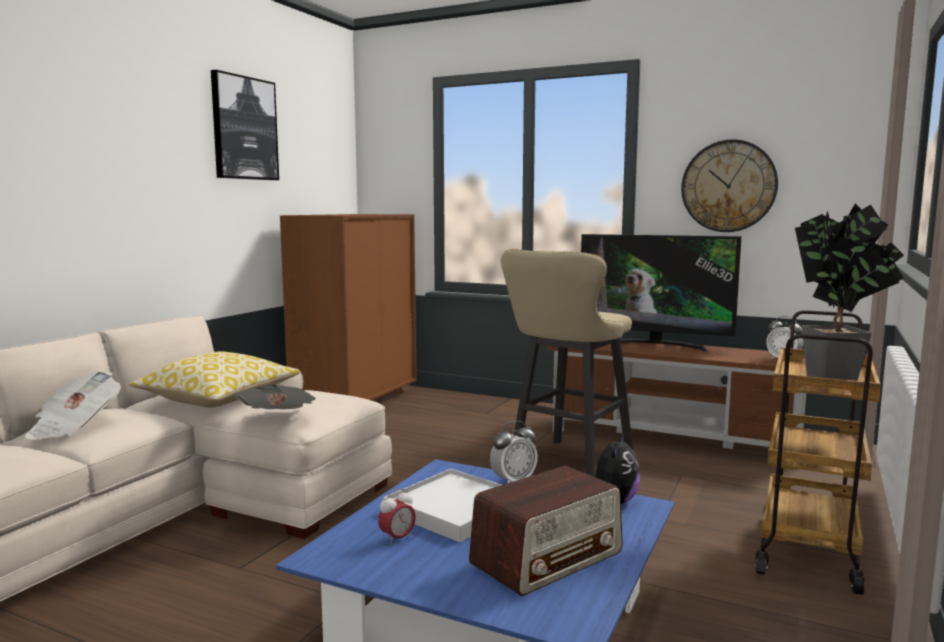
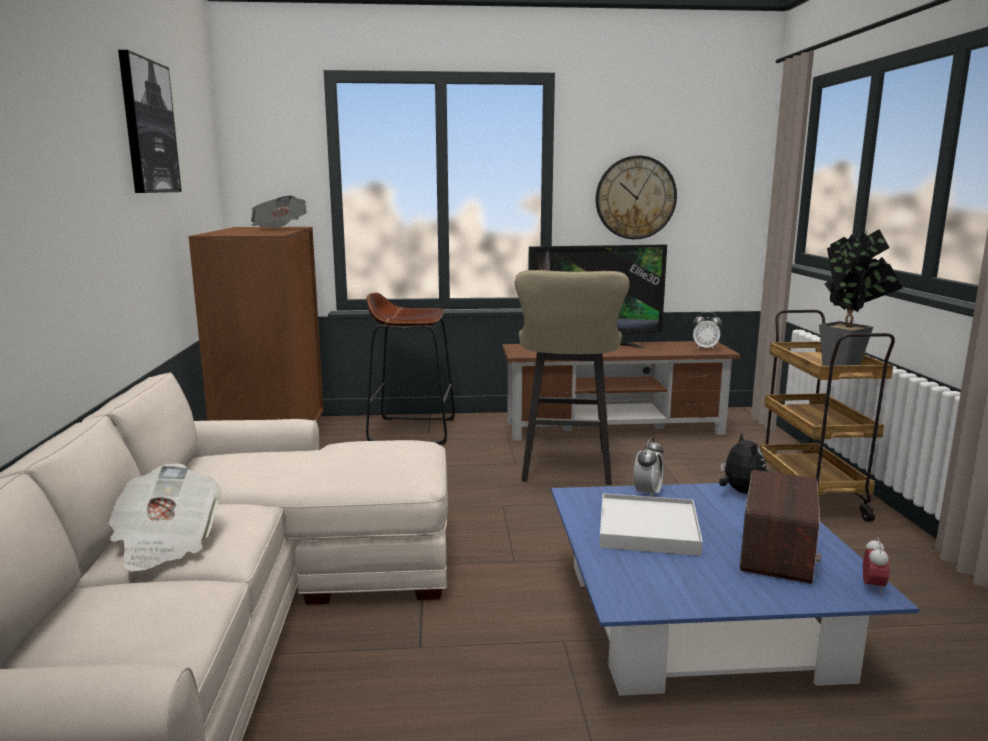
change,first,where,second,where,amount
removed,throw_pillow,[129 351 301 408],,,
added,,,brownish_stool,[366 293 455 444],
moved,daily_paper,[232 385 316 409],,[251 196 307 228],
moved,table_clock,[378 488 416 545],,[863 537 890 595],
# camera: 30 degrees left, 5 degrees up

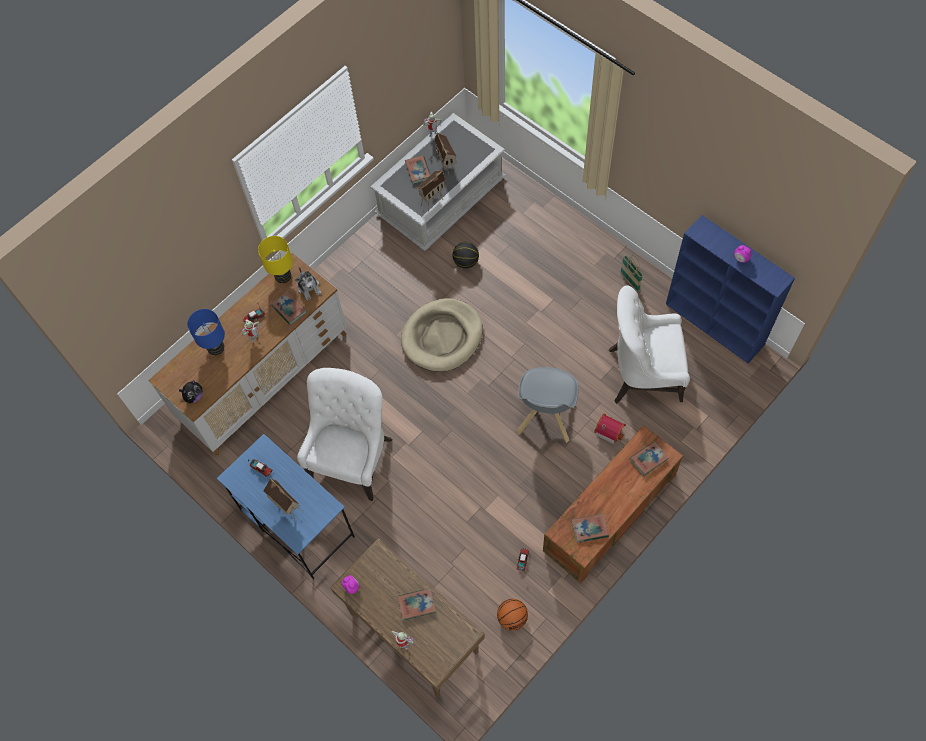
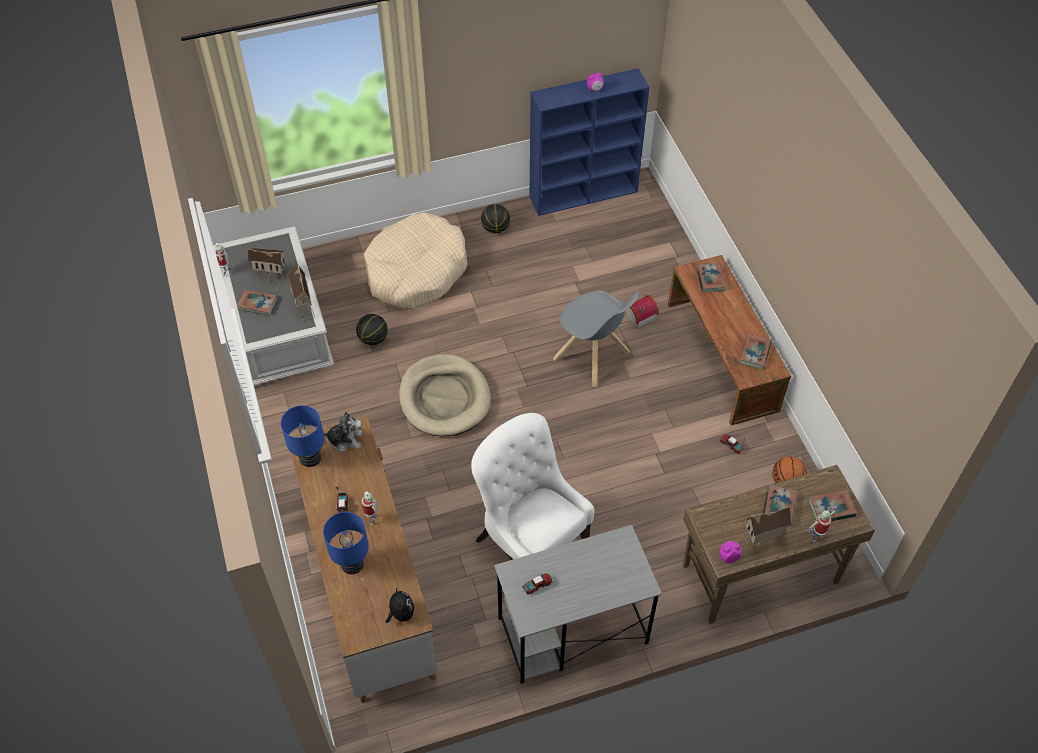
change,first,where,second,where,amount
removed,white-coloured_upright_chair,[609 285 690 404],,,
added,,,beige-coloured_dog_cushion,[364 213 468 310],
moved,miniature_house,[263 478 302 521],,[746 506 792 553],
moved,book,[271 291 307 325],,[808 489 856 521],
replaced,basket,[620 255 643 292],basketball,[481 204 510 233],
recoloured,bluish_desk,[217 434 355 579],grey_desk,[494 525 662 684],
recoloured,yellow-coloured_lamp_for_a_table,[258 236 293 283],bluish_lamp_for_a_table,[281 405 325 467],
# camera: 65 degrees left, 10 degrees down

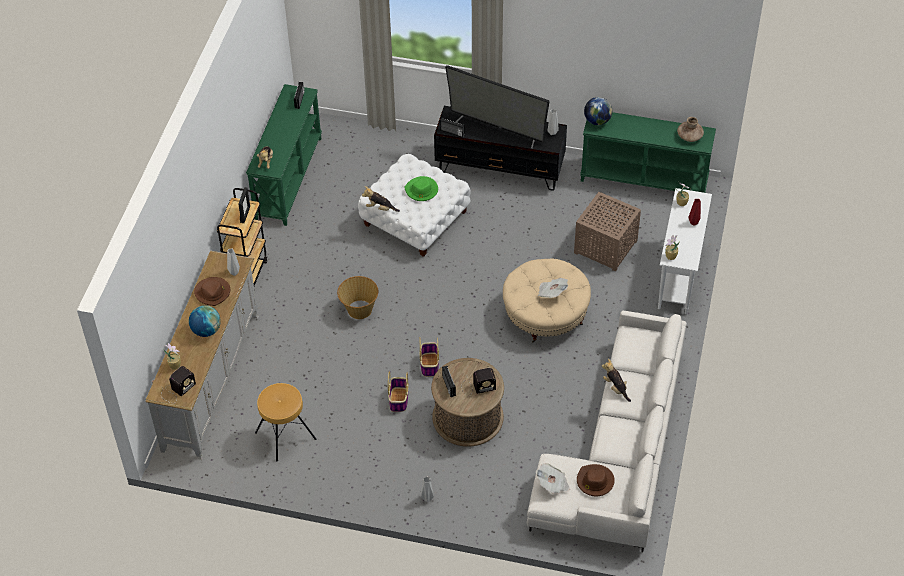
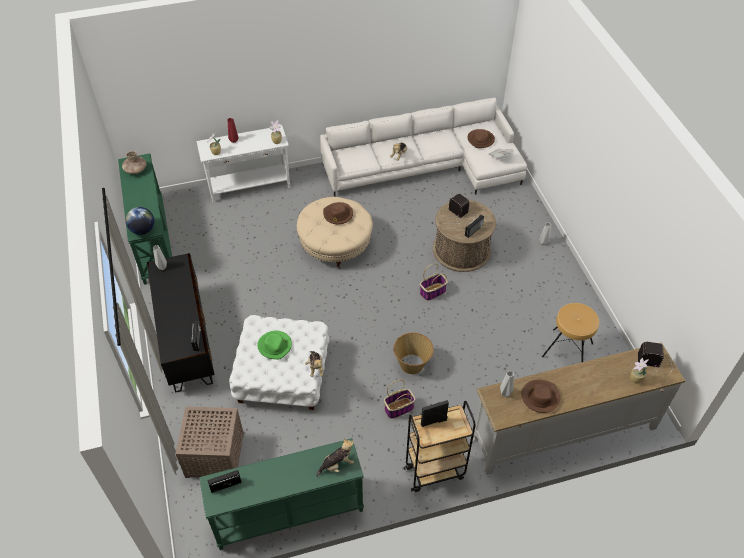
change,first,where,second,where,amount
removed,desk_globe,[189 305 221 337],,,
removed,TV,[445 65 550 149],,,
moved,basket,[388 371 409 412],,[384 380 416 419],
moved,brownish_side_table,[574 192 641 272],,[175 406 244 478],
replaced,daily_paper,[538 278 568 298],brownish_hat,[323 202 353 224],
# camera: 120 degrees left, 0 degrees up

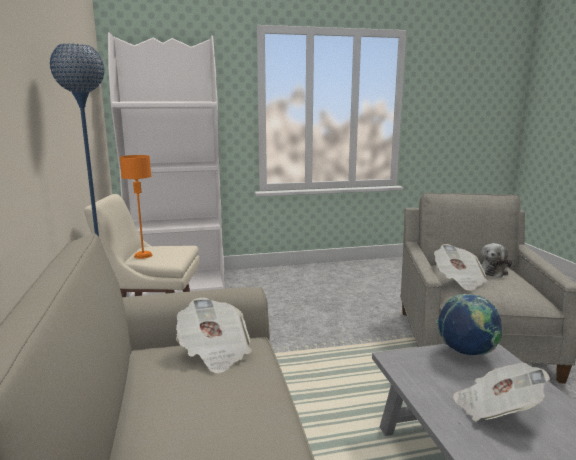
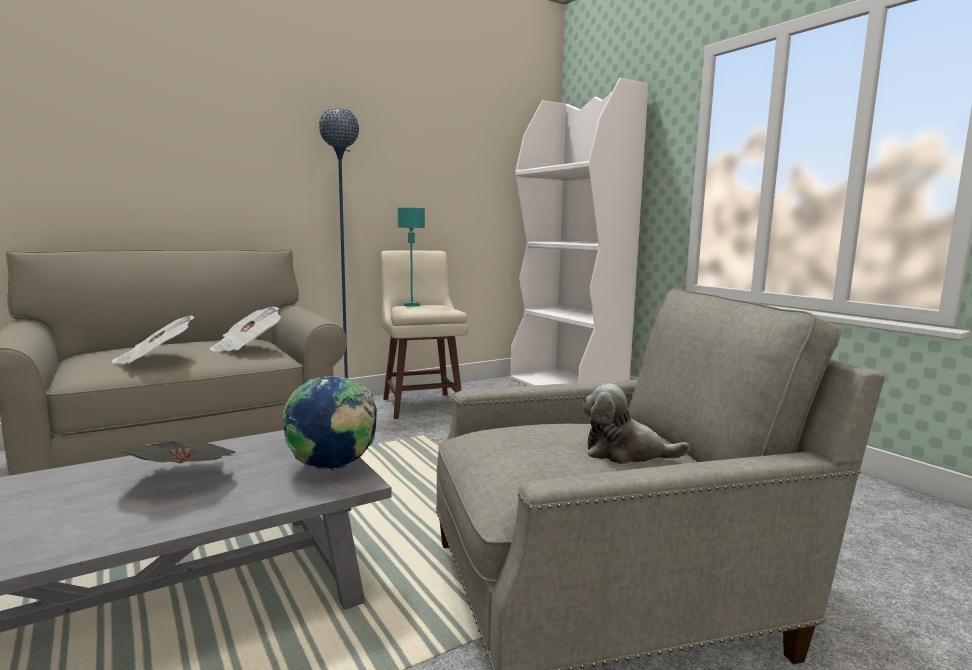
change,first,where,second,where,amount
moved,daily_paper,[434 244 488 291],,[111 315 194 364],
recoloured,orange_lamp_for_a_table,[120 155 152 259],turquoise-coloured_lamp_for_a_table,[397 208 425 307],
# camera: 70 degrees right, 5 degrees down

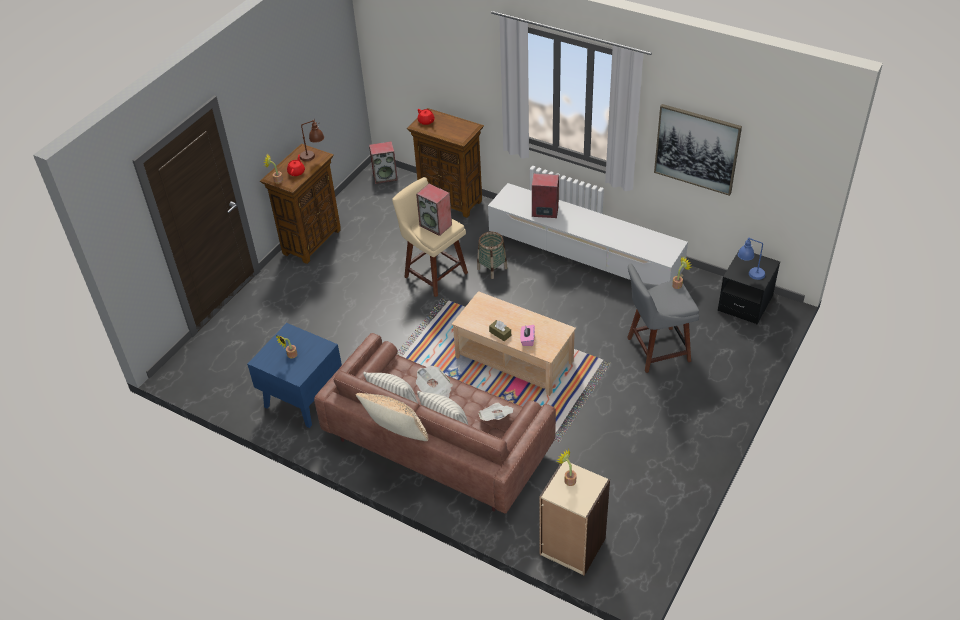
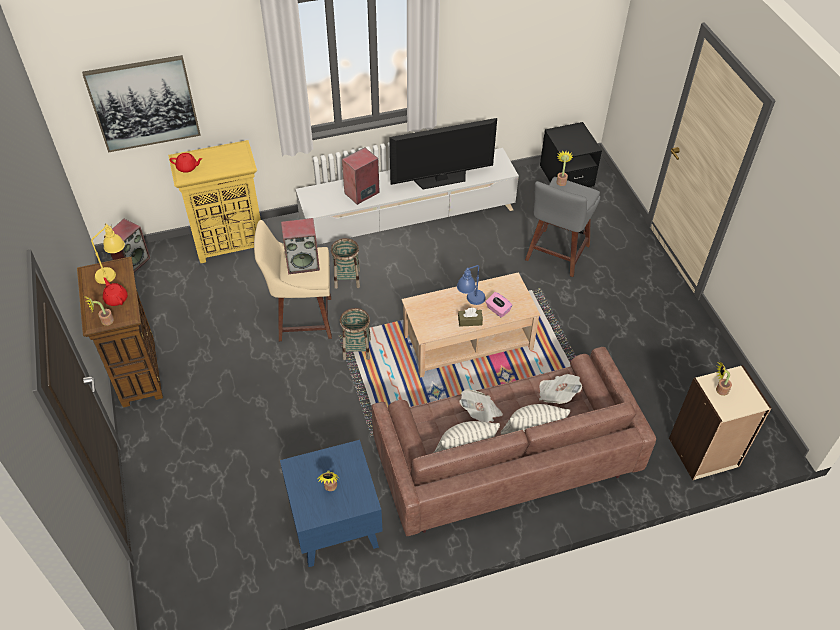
change,first,where,second,where,amount
removed,beige-coloured_throw_pillow,[356 393 428 441],,,
added,,,basket,[340 308 371 360],
added,,,TV,[389 118 497 189],
moved,wall_art,[654 104 742 196],,[82 55 201 153],
moved,bluish_lamp_for_a_table,[738 237 765 280],,[457 265 486 305],
recoloured,brownish_lamp_for_a_table,[300 119 324 161],yellow-coloured_lamp_for_a_table,[91 223 125 284],
recoloured,brownish_cabinet,[407 108 484 218],yellow-coloured_cabinet,[168 140 261 263],
# camera: 50 degrees left, 5 degrees up

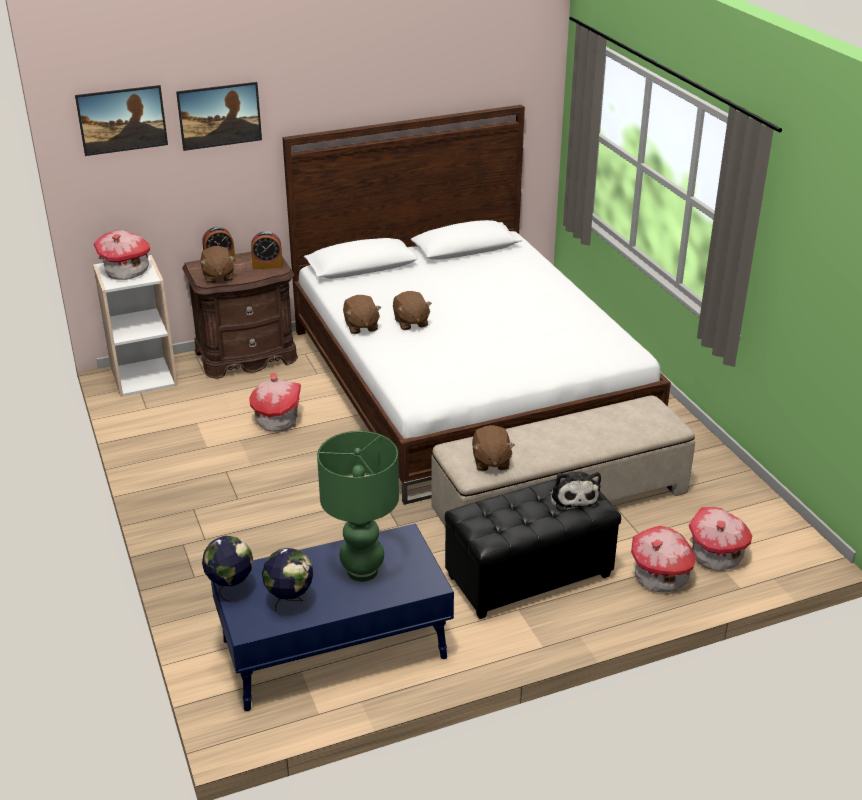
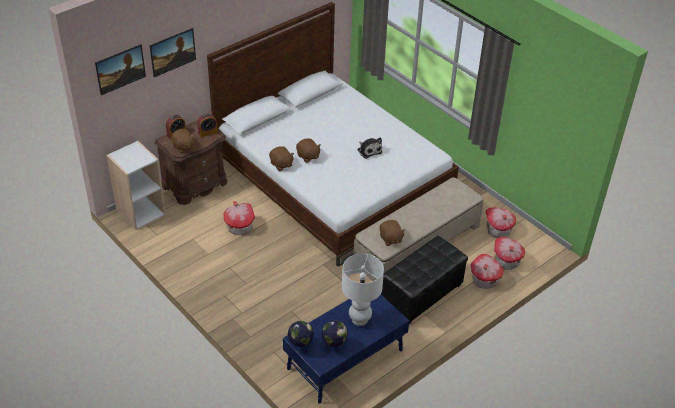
change,first,where,second,where,amount
moved,miniature_house,[93 230 150 280],,[485 207 516 238],
moved,plush_toy,[550 471 601 511],,[357 137 382 159],
recoloured,green-coloured_lamp_for_a_table,[317 431 399 582],white-coloured_lamp_for_a_table,[342 253 384 326],
# camera: 20 degrees left, 10 degrees up

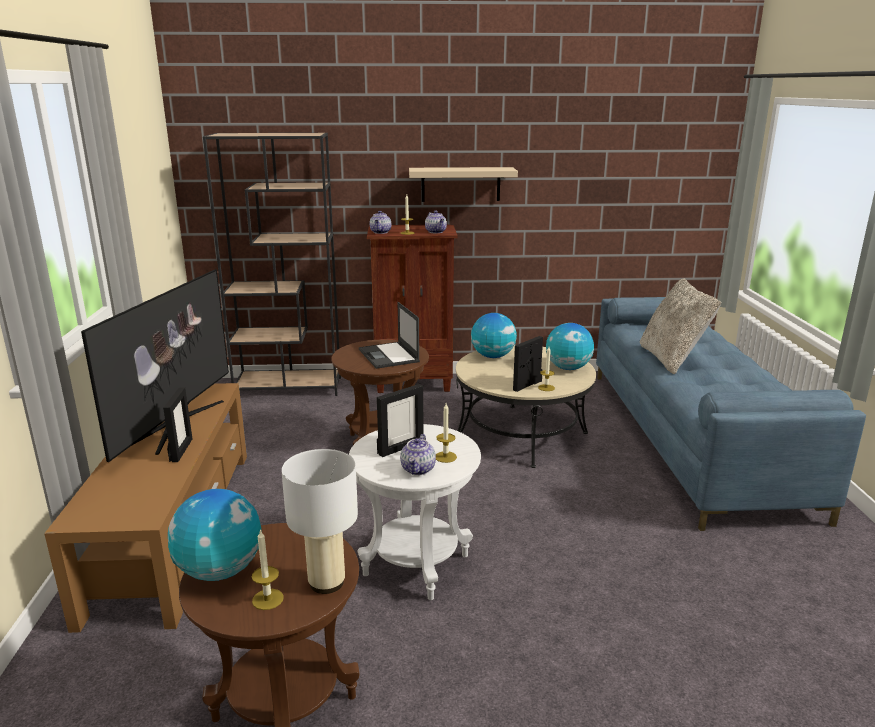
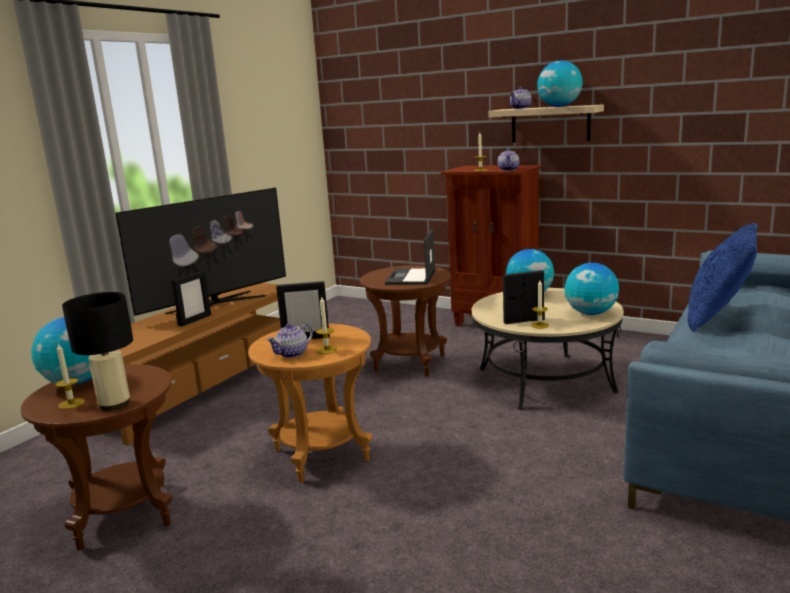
change,first,where,second,where,amount
removed,bookshelf,[203 133 341 396],,,
added,,,desk_globe,[537 61 583 107],
moved,pot_for_tea,[369 211 391 234],,[510 87 532 109],
recoloured,white-coloured_lamp_for_a_table,[282 449 358 594],black_lamp_for_a_table,[62 292 133 411],
recoloured,white-coloured_side_table,[349 424 481 600],brownish_side_table,[248 324 372 482],
recoloured,beige-coloured_throw_pillow,[640 278 721 374],bluish_throw_pillow,[687 223 758 332],
# camera: 35 degrees right, 5 degrees down

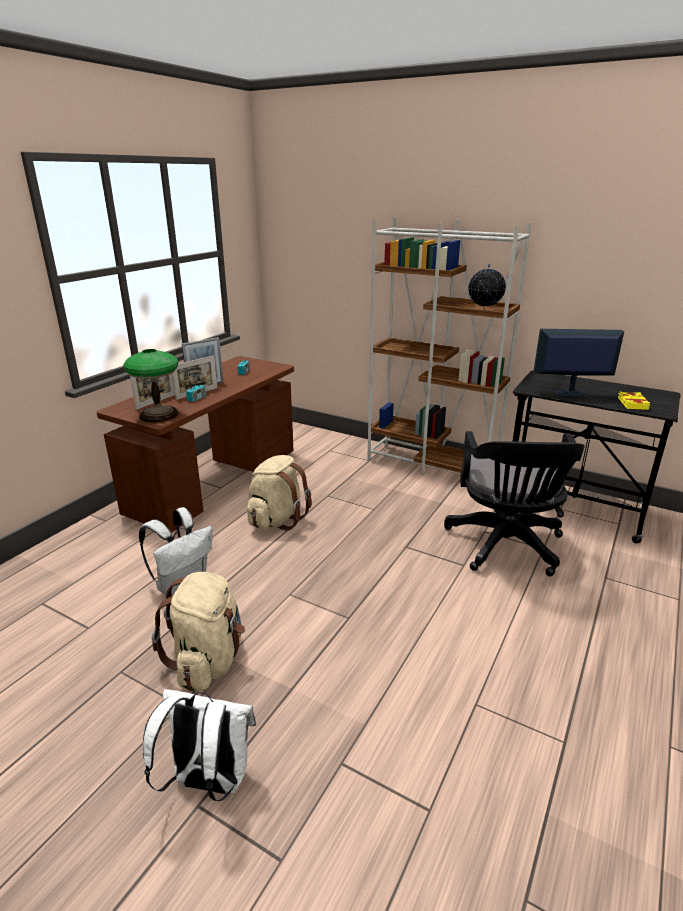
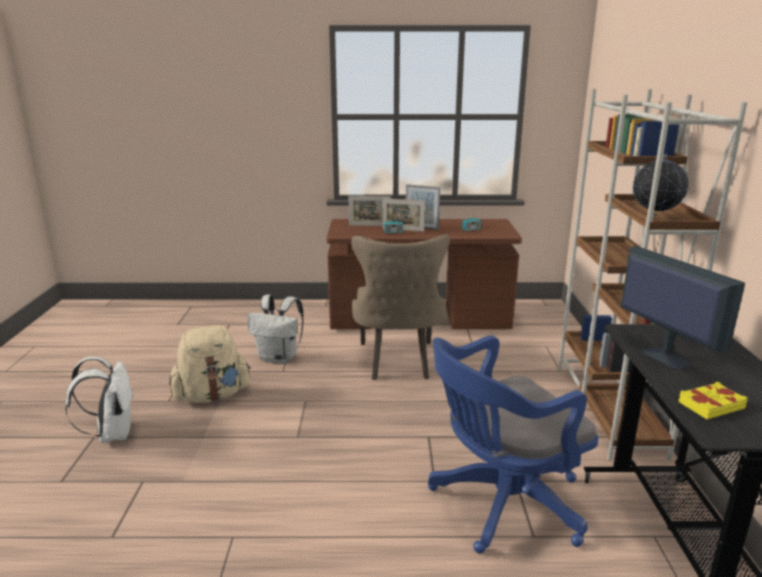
change,first,where,second,where,amount
removed,lamp_for_a_table,[123 349 179 422],,,
replaced,beige-coloured_backpack,[247 455 312 531],beige-coloured_upright_chair,[352 234 450 380],
recoloured,black_desk_chair,[444 431 585 576],bluish_desk_chair,[428 335 599 554],
# camera: 60 degrees right, 5 degrees down

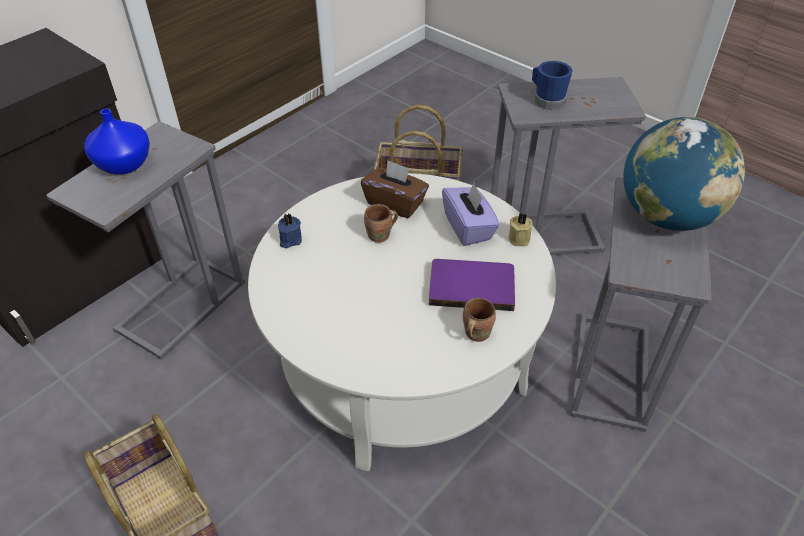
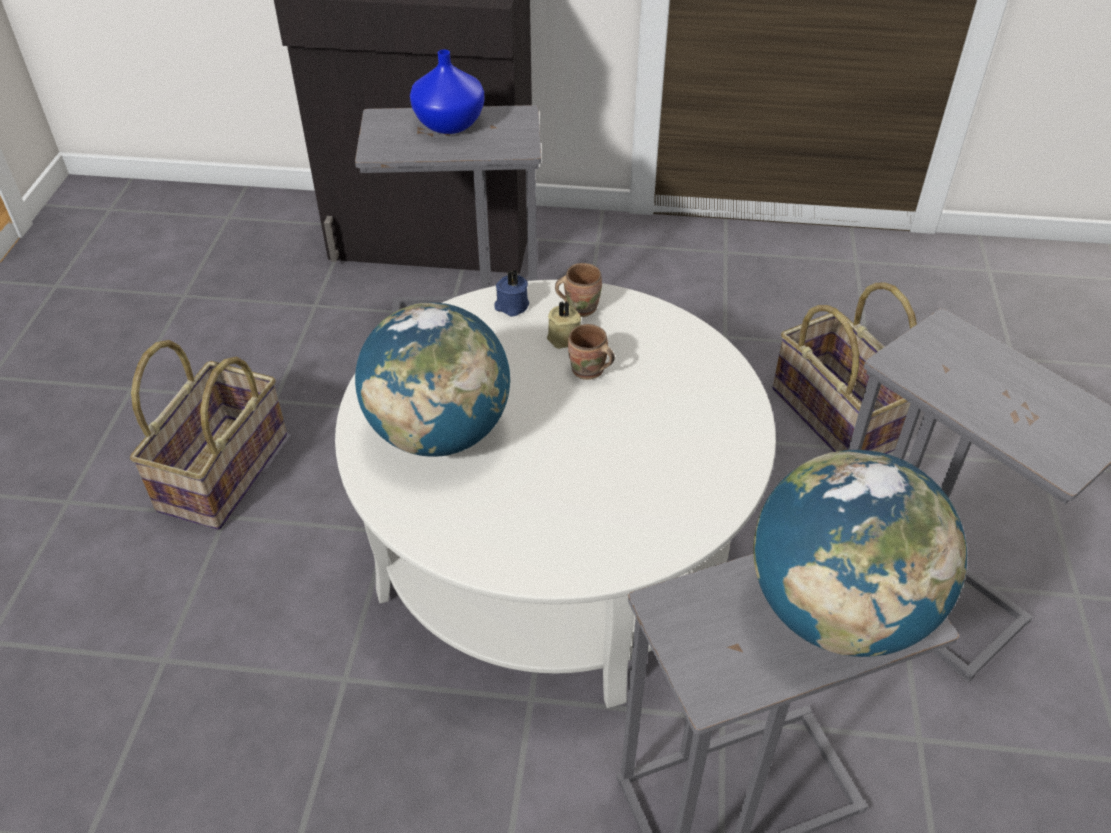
change,first,where,second,where,amount
removed,brownish_box_of_tissues,[361 160 429 218],,,
removed,purple_book,[429 259 515 311],,,
removed,purple_box_of_tissues,[442 183 499 246],,,
removed,bluish_mug,[532 61 573 110],,,
added,,,desk_globe,[355 303 511 457],
moved,brownish_mug,[463 298 496 342],,[555 263 602 317],
moved,beige-coloured_candle,[509 213 532 247],,[547 301 581 349],
# camera: 55 degrees right, 0 degrees up

